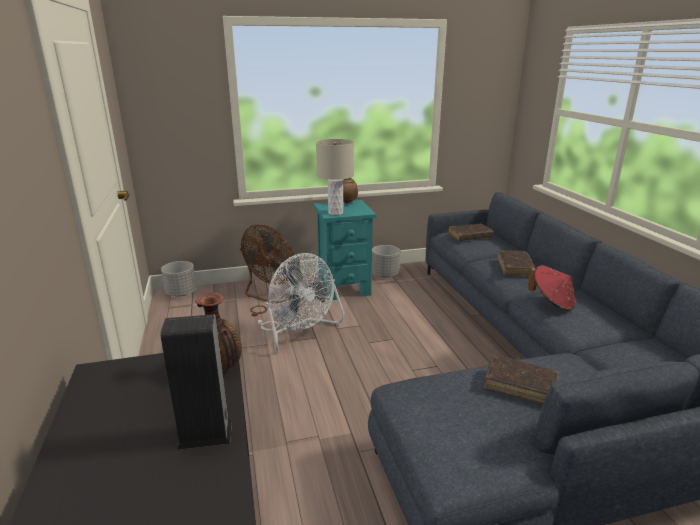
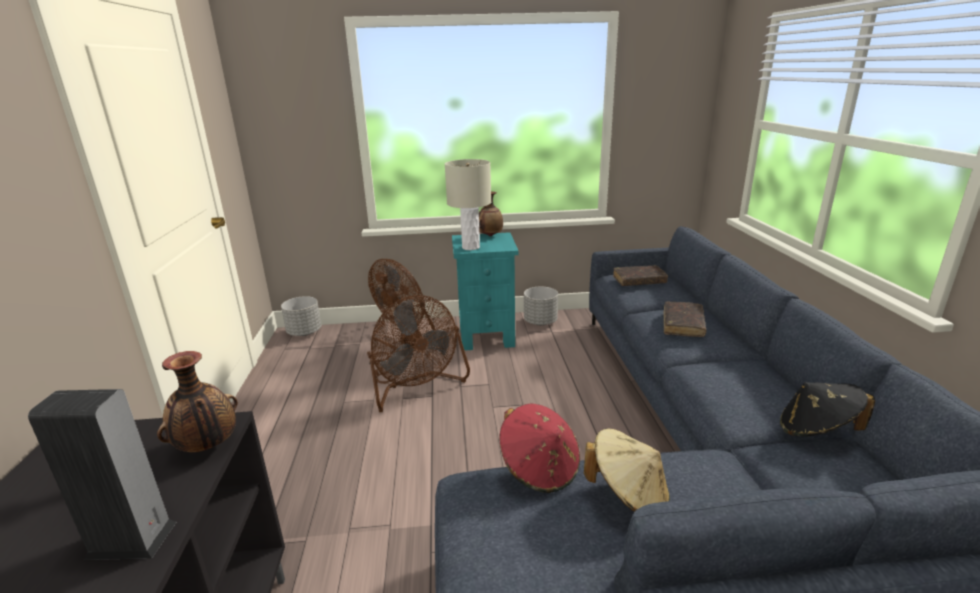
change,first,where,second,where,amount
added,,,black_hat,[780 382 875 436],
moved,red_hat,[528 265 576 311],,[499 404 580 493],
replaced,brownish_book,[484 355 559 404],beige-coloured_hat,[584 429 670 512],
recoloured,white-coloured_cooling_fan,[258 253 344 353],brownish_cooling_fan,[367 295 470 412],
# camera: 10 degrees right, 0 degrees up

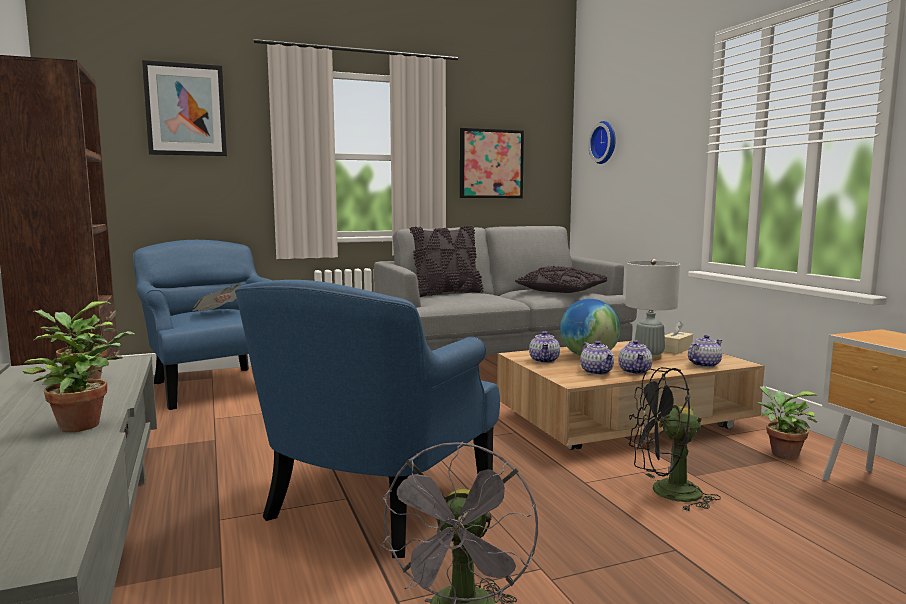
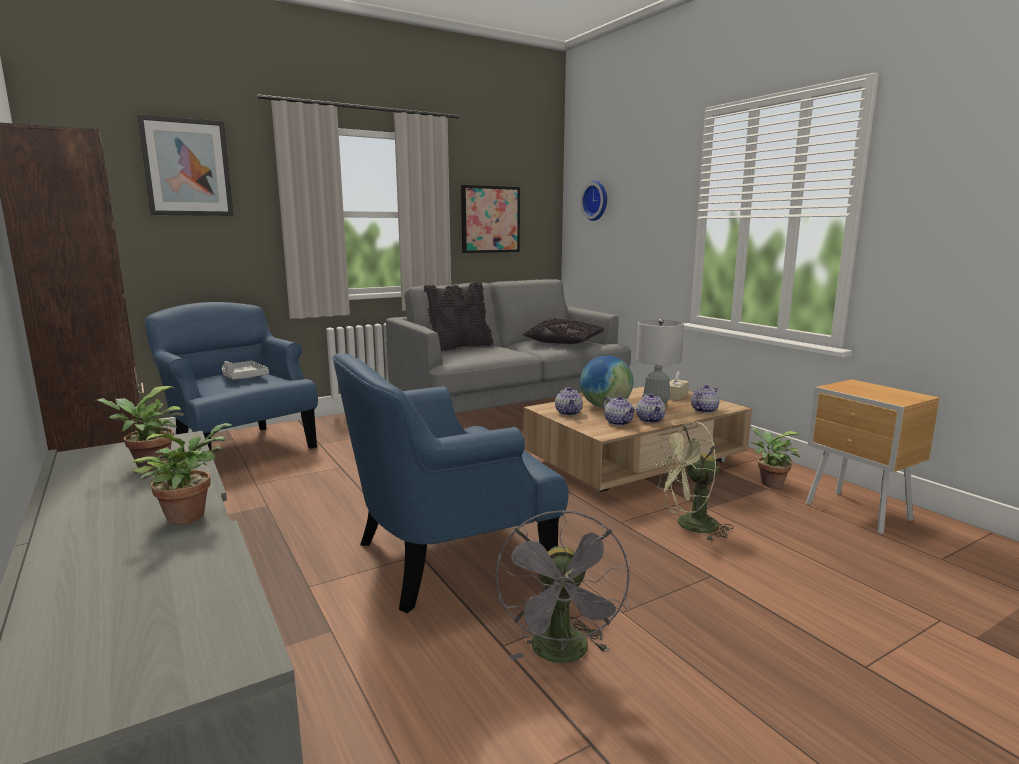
change,first,where,second,where,amount
replaced,daily_paper,[192 285 241 311],grey_tray,[222 361 269 379],
recoloured,black_cooling_fan,[629 367 721 512],green-coloured_cooling_fan,[655 422 734 542],
turned,bluish_armchair,[235 280 500 558],,[332 353 568 613],45 degrees clockwise
# camera: 10 degrees left, 5 degrees up

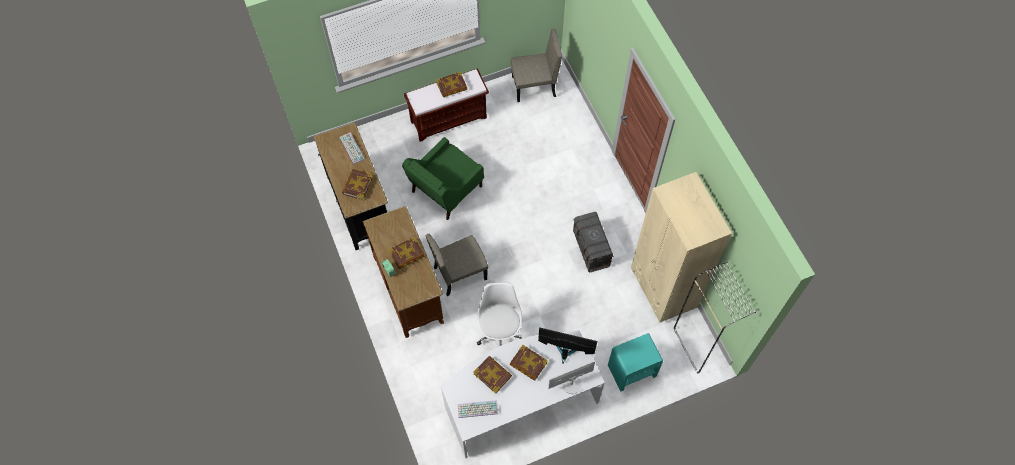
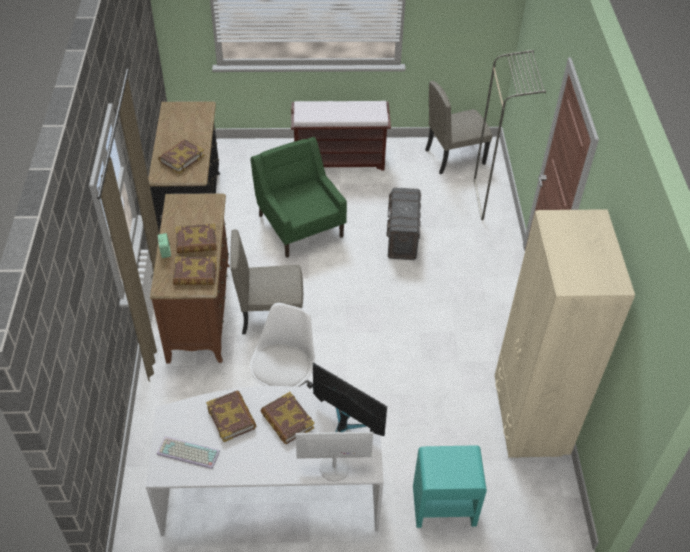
change,first,where,second,where,amount
removed,computer_keyboard,[340 132 365 164],,,
moved,book,[436 72 467 97],,[173 256 217 285],
moved,grey_storage_bin,[573 212 614 272],,[386 187 421 260],
moved,grey_clothes_rack,[674 261 757 373],,[474 50 546 220],
turned,green-coloured_armchair,[402 137 484 220],,[250 137 347 258],90 degrees clockwise
turned,beige-coloured_upright_chair,[511 29 562 102],,[425 81 492 174],150 degrees clockwise
# camera: 20 degrees right, 15 degrees down

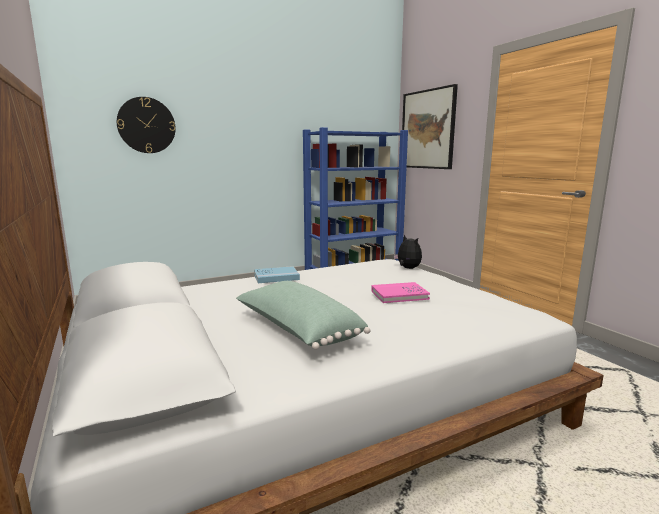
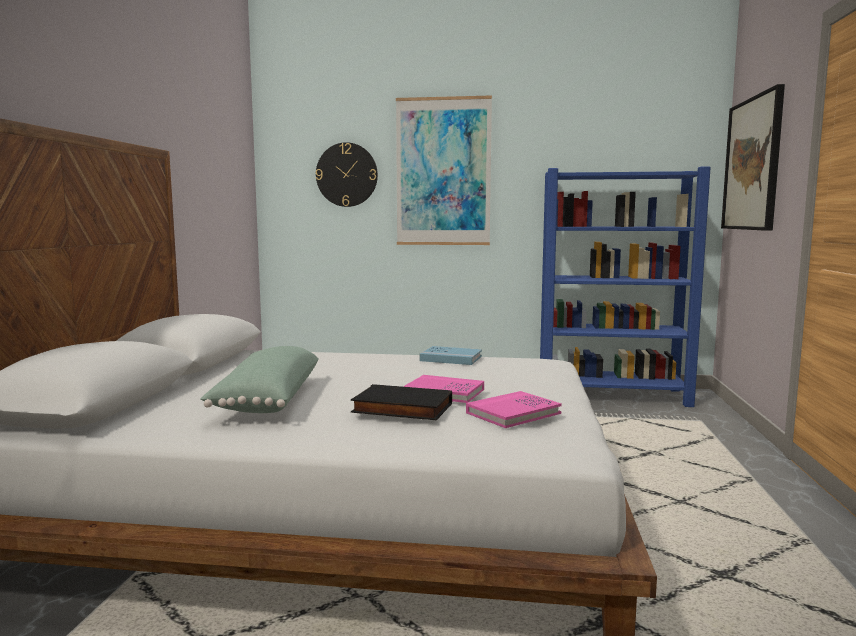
change,first,where,second,where,amount
removed,plush_toy,[393 234 422 269],,,
added,,,black_book,[351 384 452 420],
added,,,wall_art,[396 95 492 245],
added,,,pinkish_book,[466 391 562 428],
moved,bluish_book,[254 266 300 283],,[419 346 482 365],
# camera: 35 degrees right, 5 degrees down

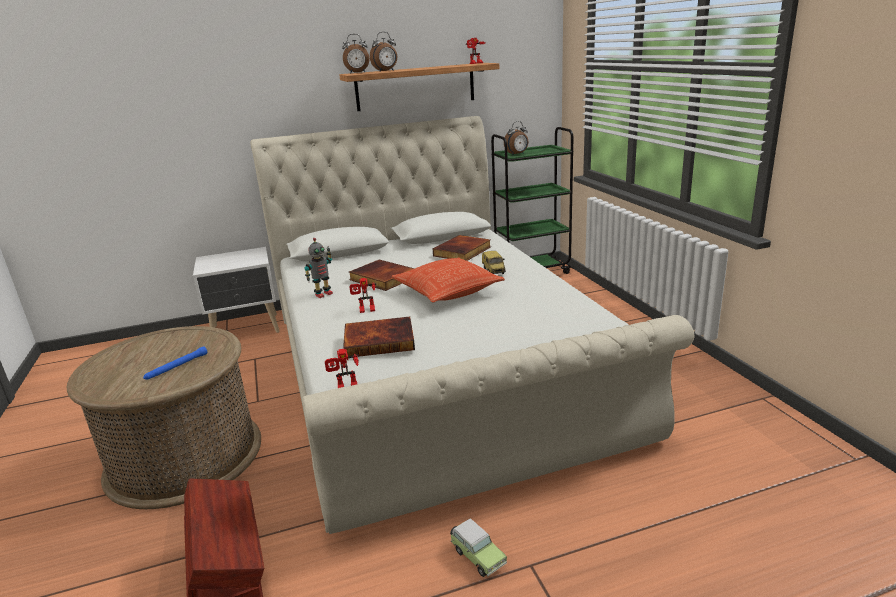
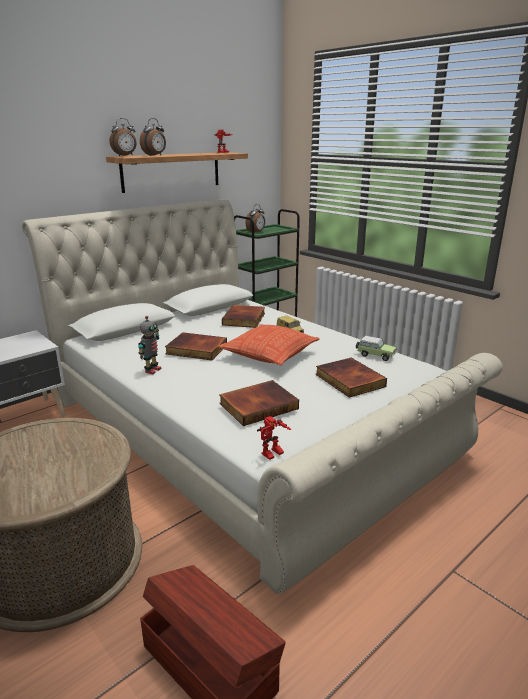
change,first,where,second,where,amount
removed,bluish_flashlight,[143 346 208 379],,,
removed,toy_robot,[349 278 376 313],,,
added,,,book,[315 358 387 398],
moved,toy_car,[450 518 507 577],,[356 336 397 361],
# camera: 25 degrees left, 0 degrees up

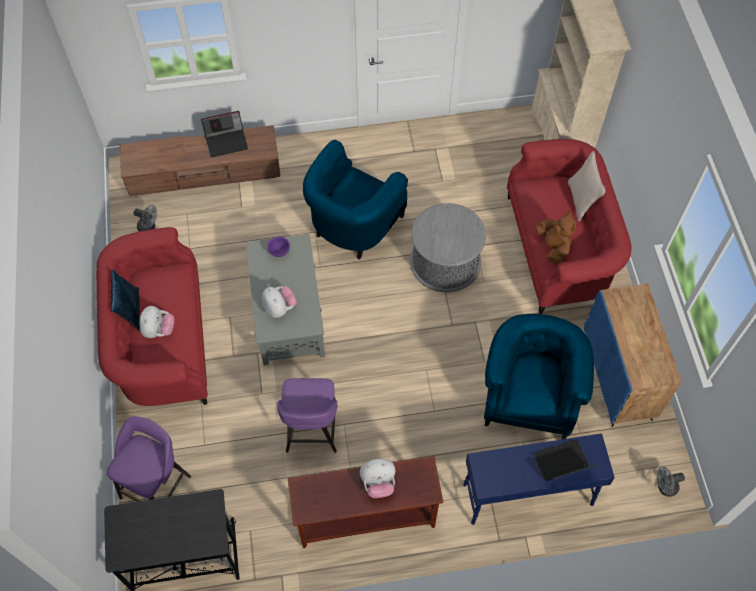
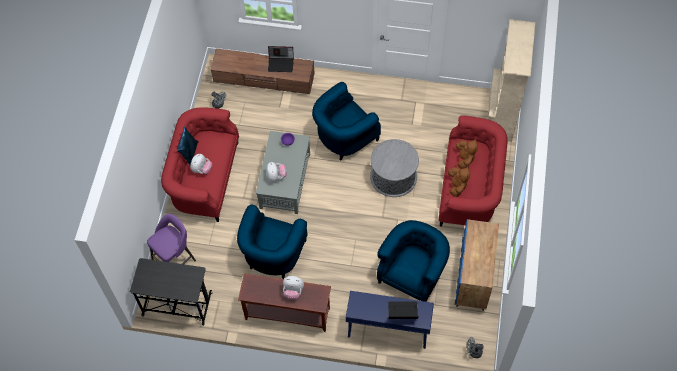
change,first,where,second,where,amount
removed,beige-coloured_throw_pillow,[568 151 605 221],,,
added,,,brownish_plush_toy,[456 138 478 169],
replaced,purple_stool,[277 378 338 453],bluish_armchair,[237 204 307 279],
# camera: 20 degrees right, 0 degrees up

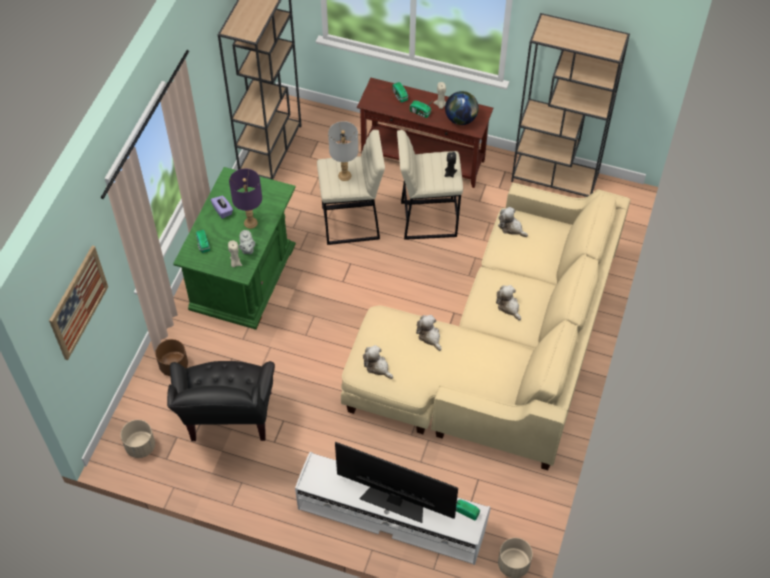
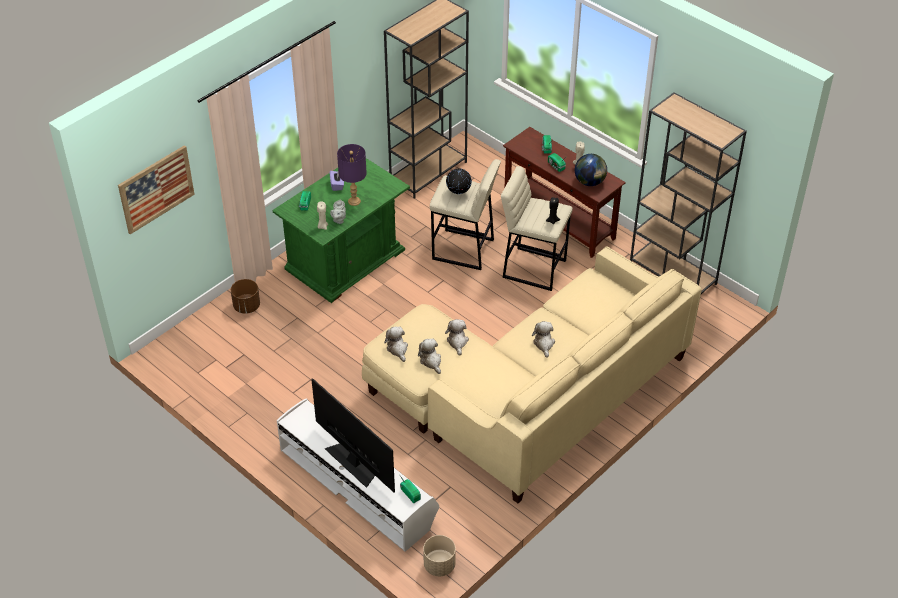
change,first,where,second,where,amount
removed,beige-coloured_plant_pot,[121 420 155 458],,,
removed,black_armchair,[167 361 275 441],,,
moved,plush_toy,[498 207 528 237],,[418 339 441 374],
replaced,grey_lamp_for_a_table,[328 121 358 181],desk_globe,[446 168 472 194],
# camera: 25 degrees right, 10 degrees down

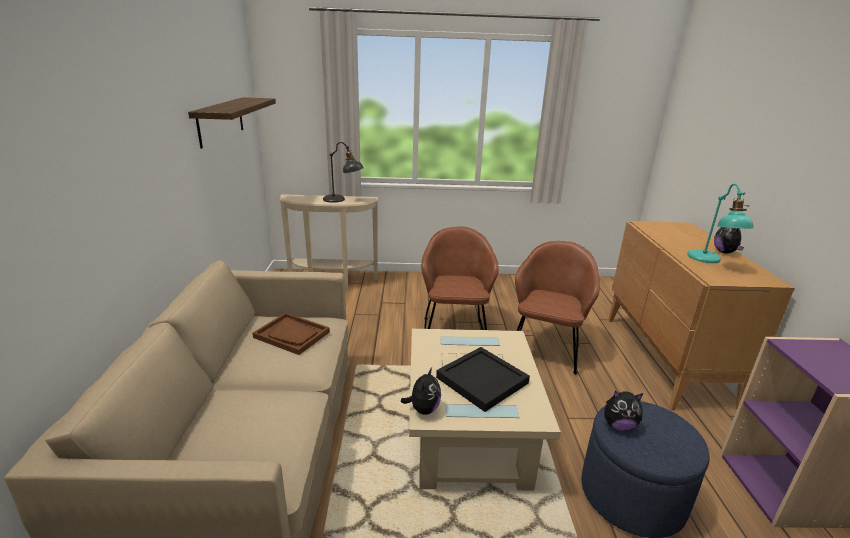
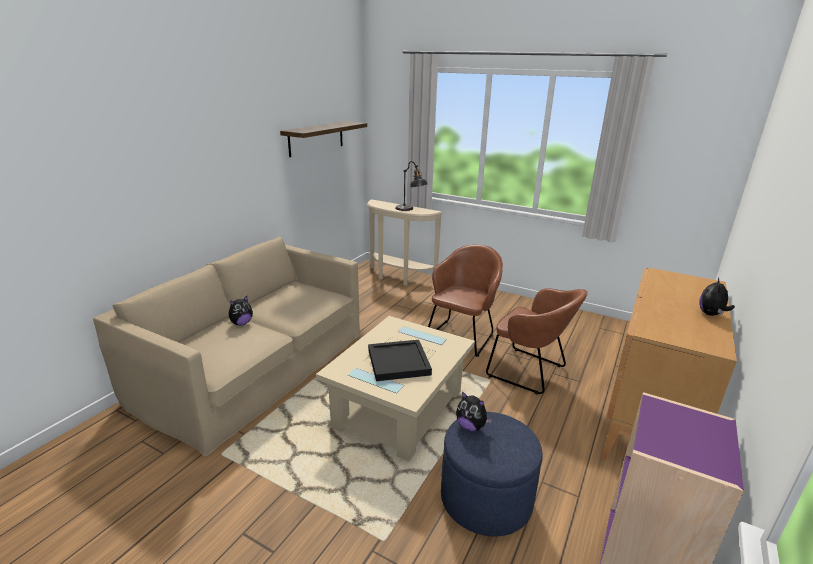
change,first,where,second,where,amount
removed,brownish_tray,[252 313 330 355],,,
removed,turquoise-coloured_lamp_for_a_table,[687 184 753 263],,,
moved,plush_toy,[401 367 441 415],,[229 296 253 325],
turned,brownish_armchair,[515 241 600 375],,[486 288 588 394],75 degrees clockwise
# camera: 30 degrees right, 0 degrees up

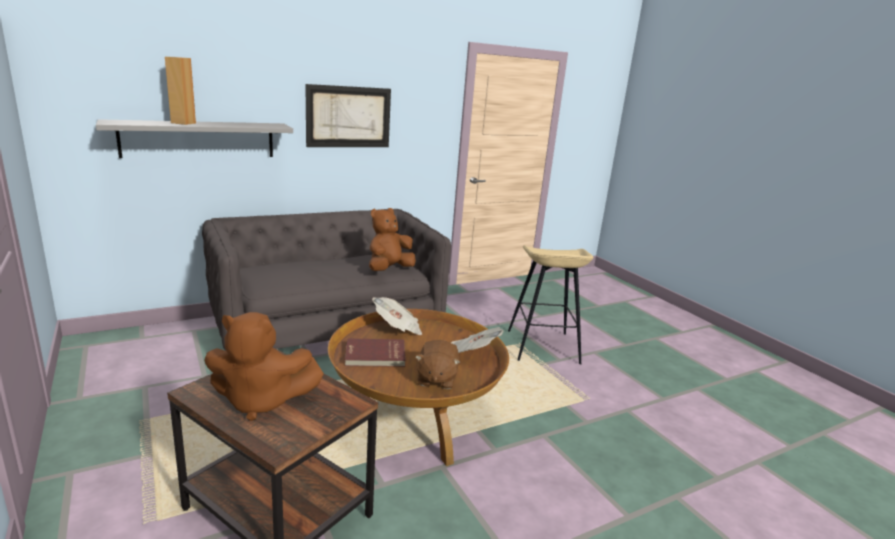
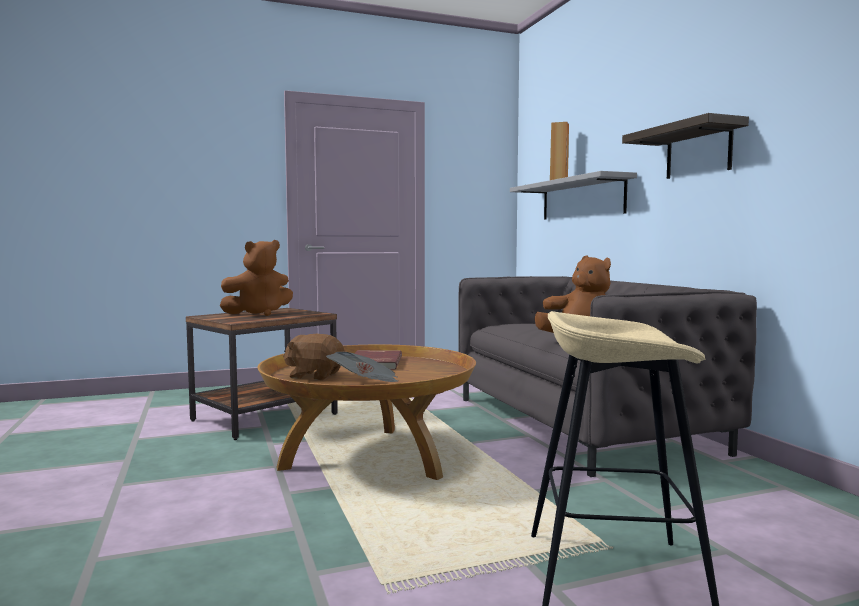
change,first,where,second,where,amount
removed,daily_paper,[372 297 422 335],,,
replaced,wall_art,[305 84 391 147],bracket_shelf,[622 113 749 179],
turned,brownish_plush_toy,[204 312 324 421],,[220 240 293 316],135 degrees counterclockwise
# camera: 100 degrees right, 15 degrees down

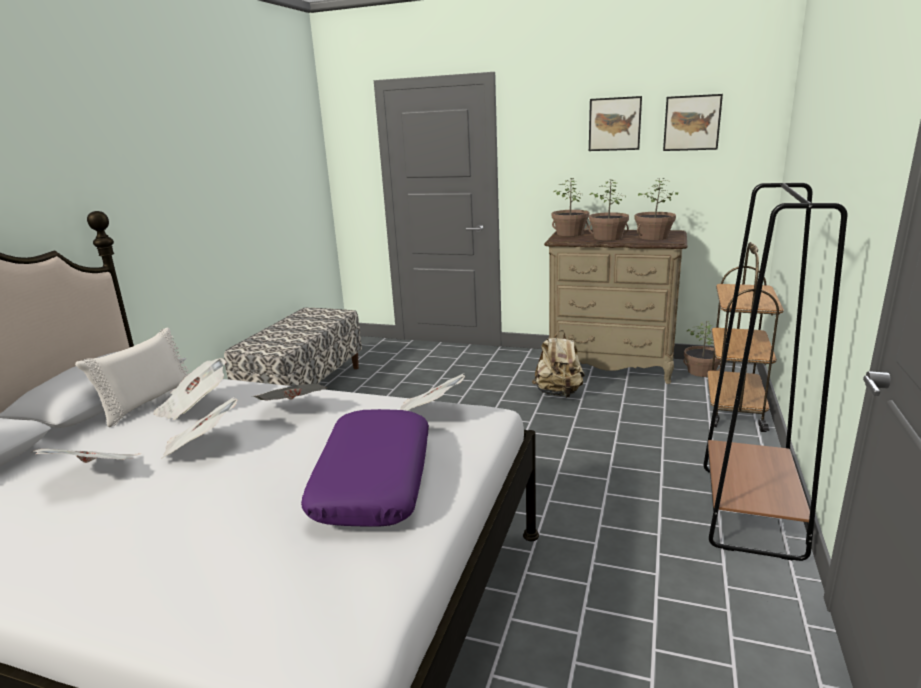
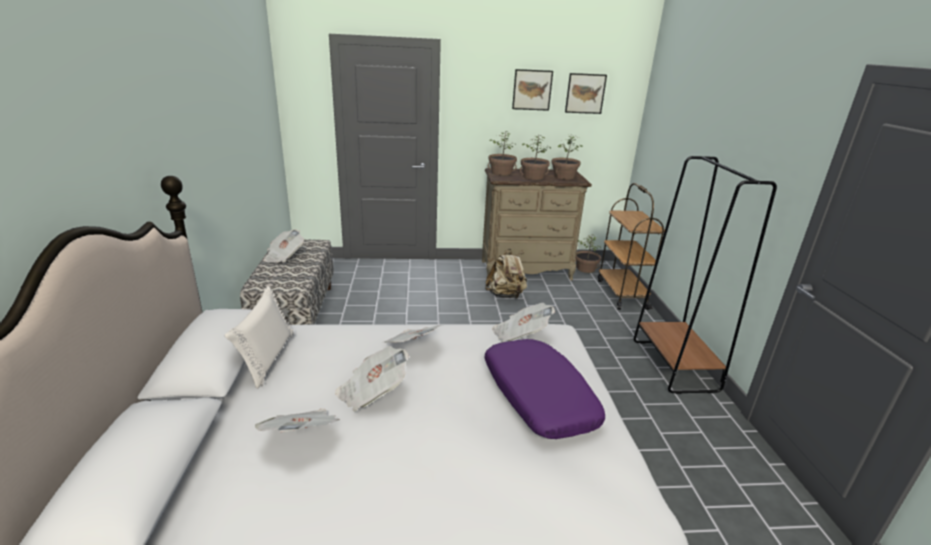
change,first,where,second,where,amount
moved,daily_paper,[154 358 227 420],,[264 229 304 263],
# camera: 25 degrees left, 5 degrees up

